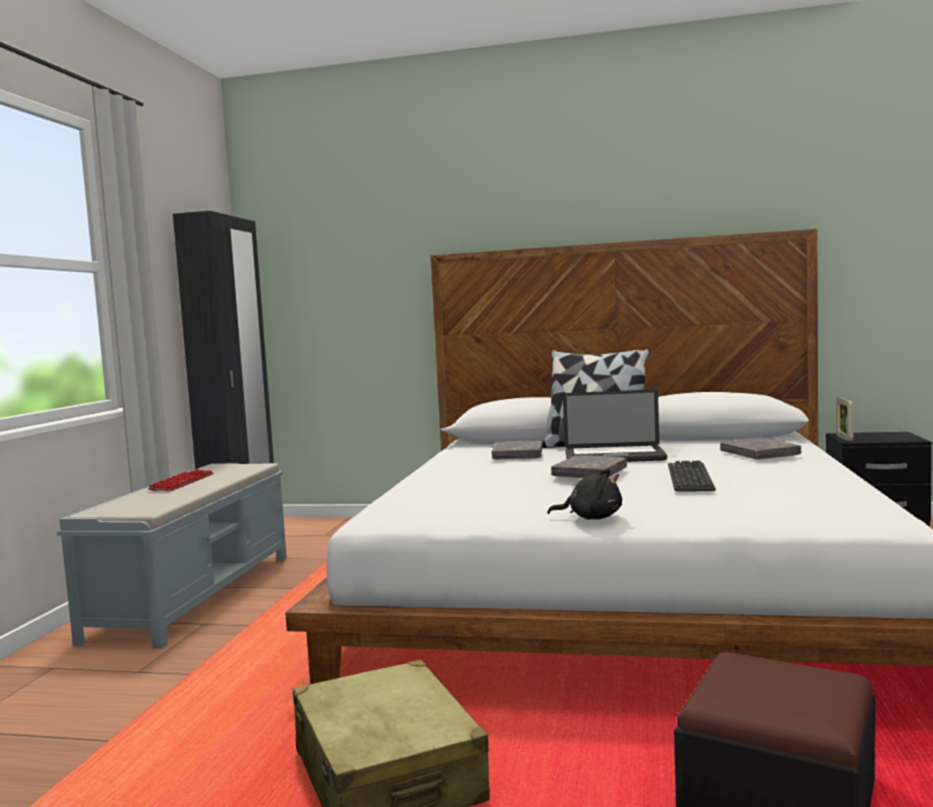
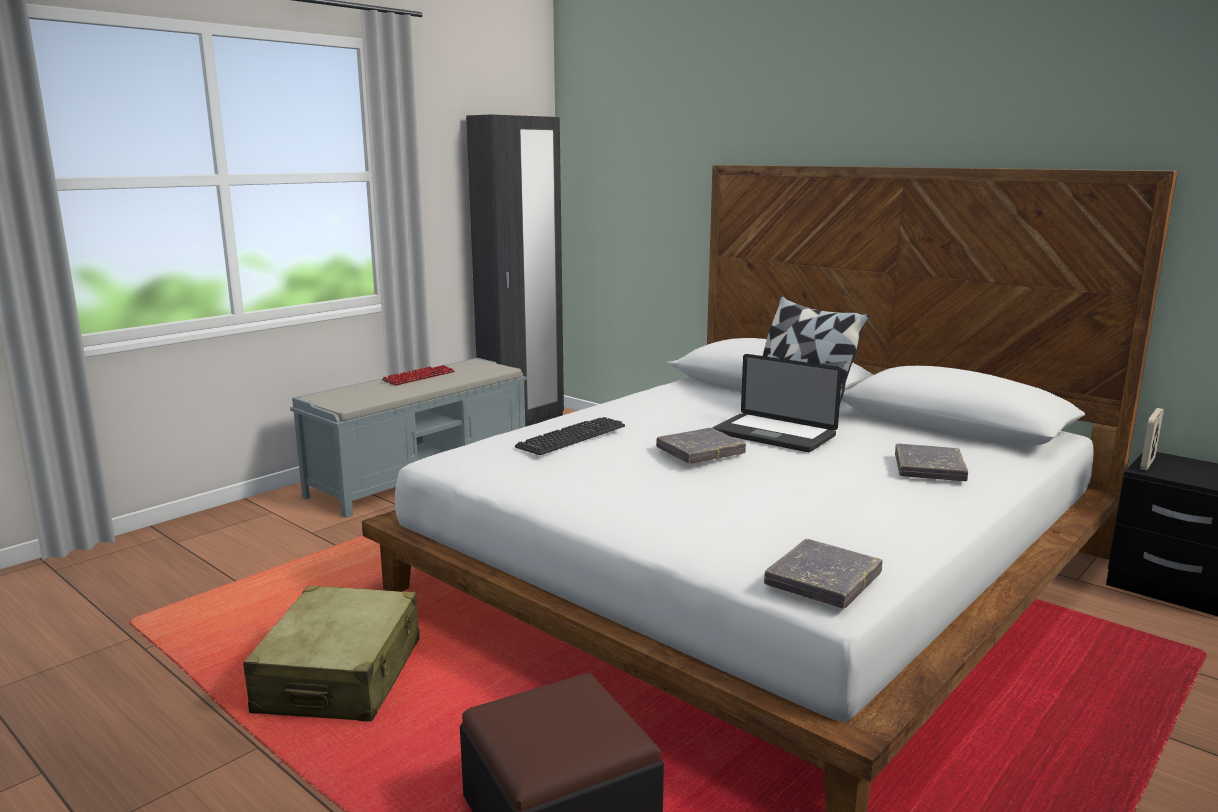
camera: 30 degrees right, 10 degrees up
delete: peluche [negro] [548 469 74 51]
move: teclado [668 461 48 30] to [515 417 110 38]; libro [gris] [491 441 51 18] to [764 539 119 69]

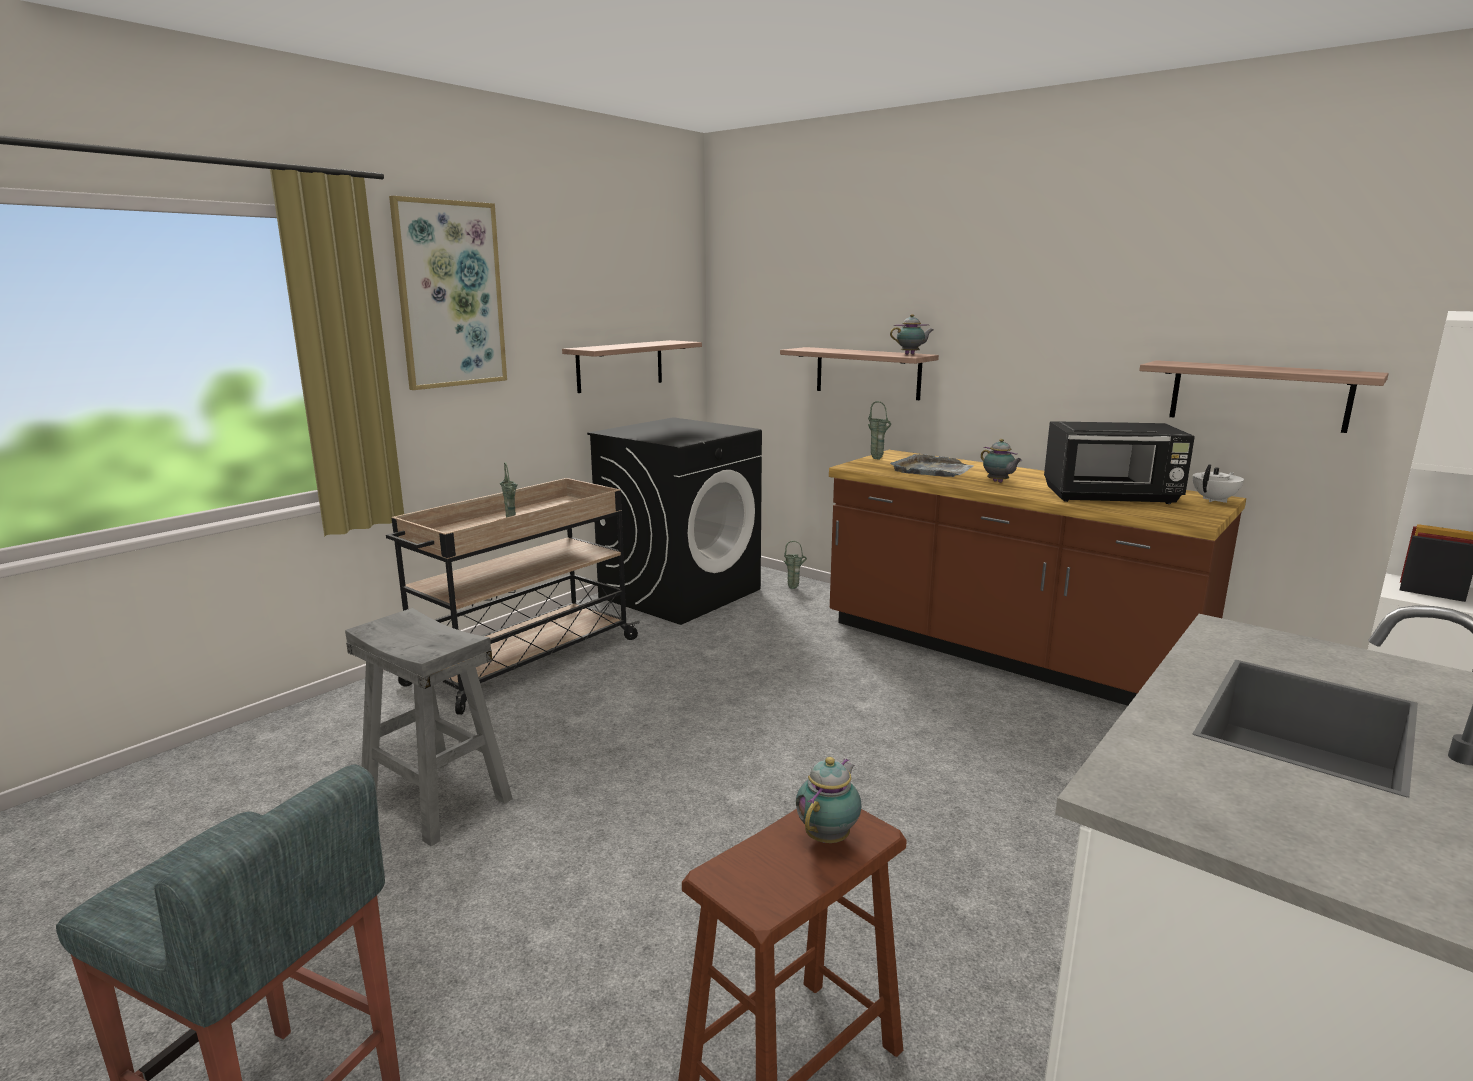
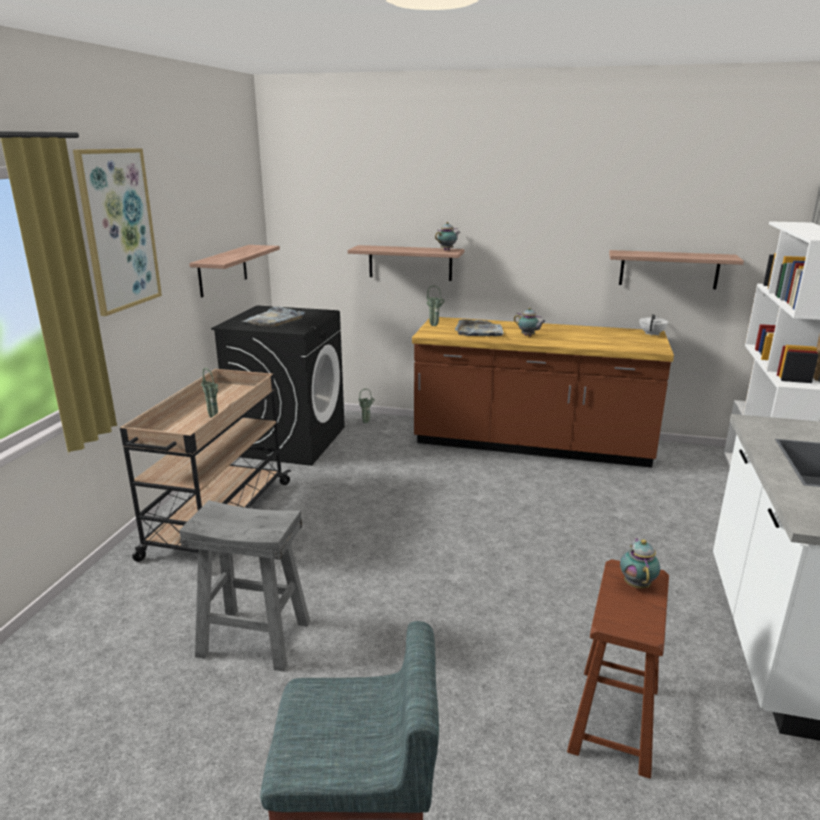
camera: 25 degrees left, 5 degrees up
delete: microondas [negro] [1044 421 151 83]
insert: bandeja [gris] [242 306 63 21]

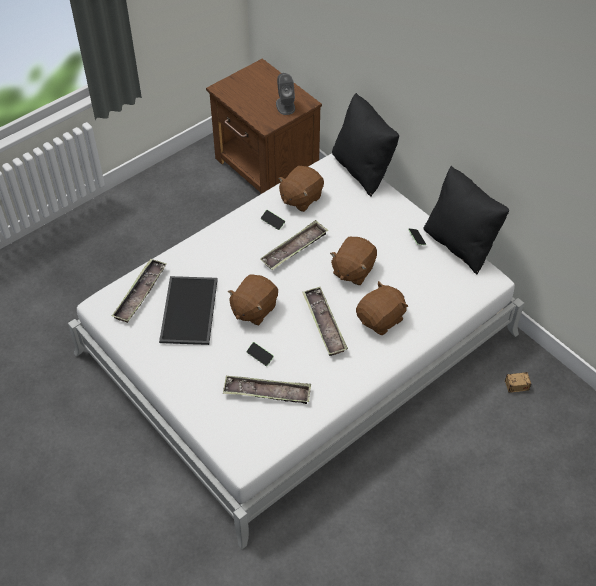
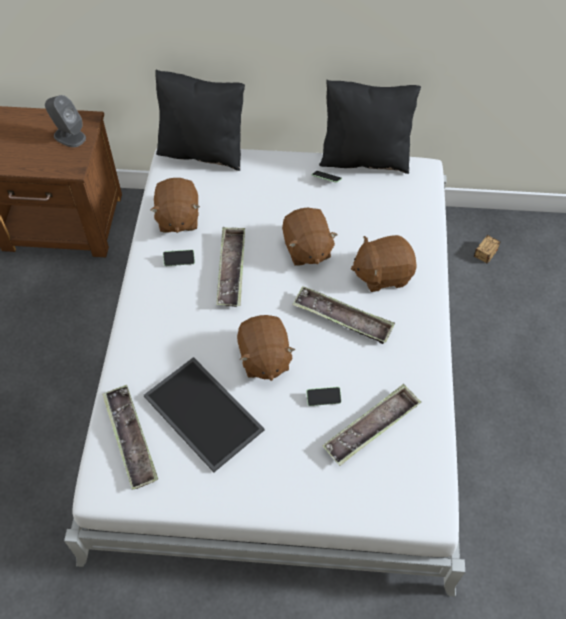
camera: 45 degrees left, 5 degrees up
rotate: peluche [marrón] [356 281 52 54] = [351 235 66 57] 105 degrees counterclockwise

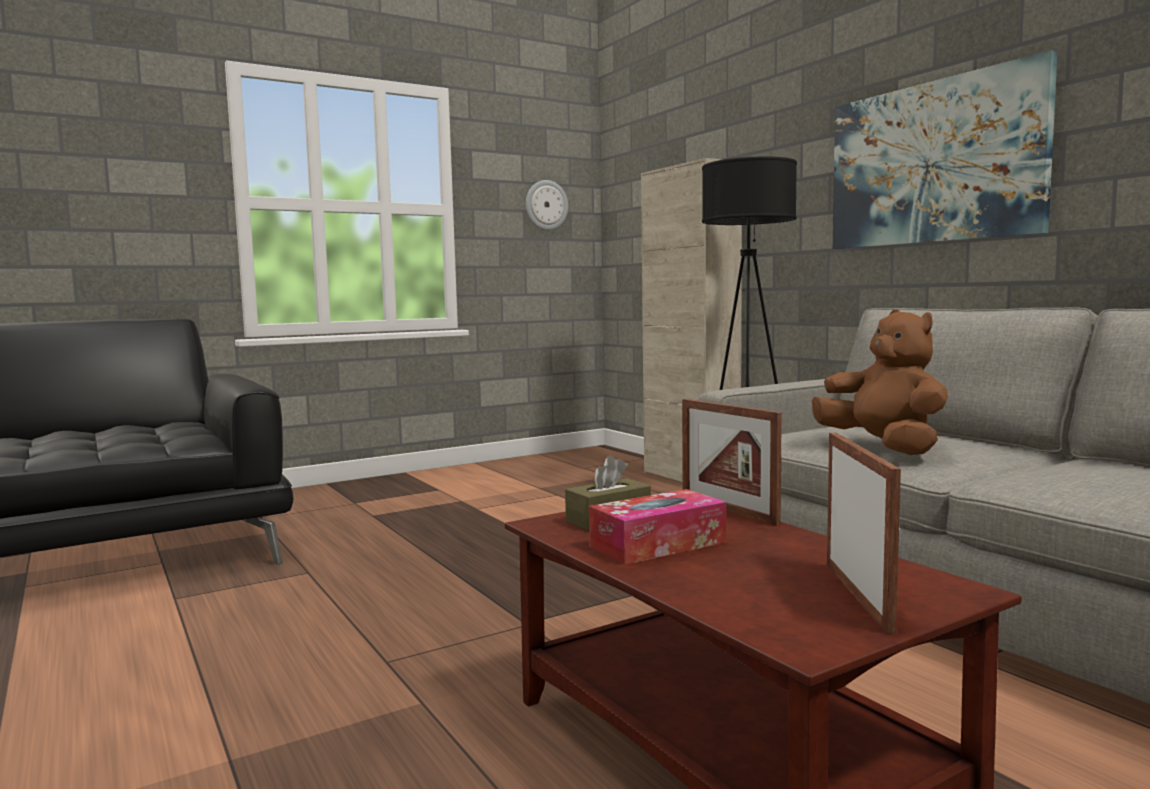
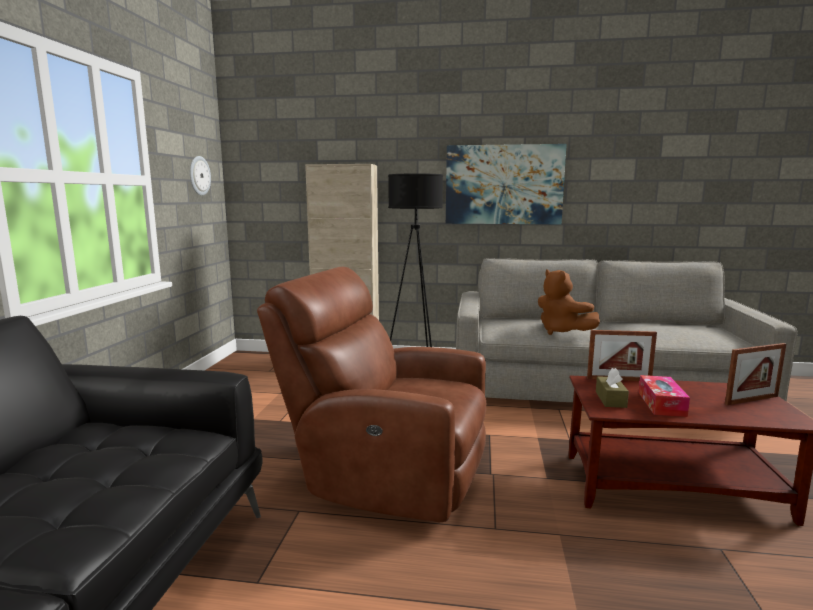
camera: 50 degrees left, 5 degrees up
insert: sillón [marrón] [257 267 229 256]
rotate: peluche [marrón] [812 309 136 146] = [538 269 62 66] 135 degrees counterclockwise; portarretratos [827 433 74 201] = [725 343 61 62] 120 degrees clockwise

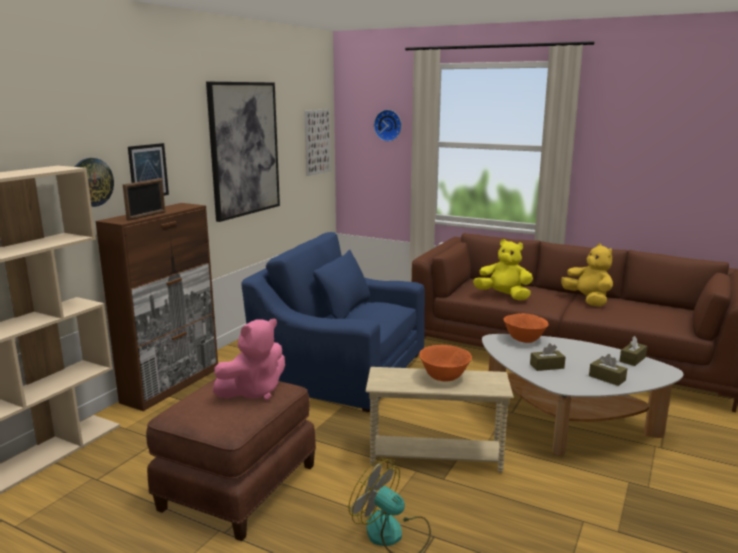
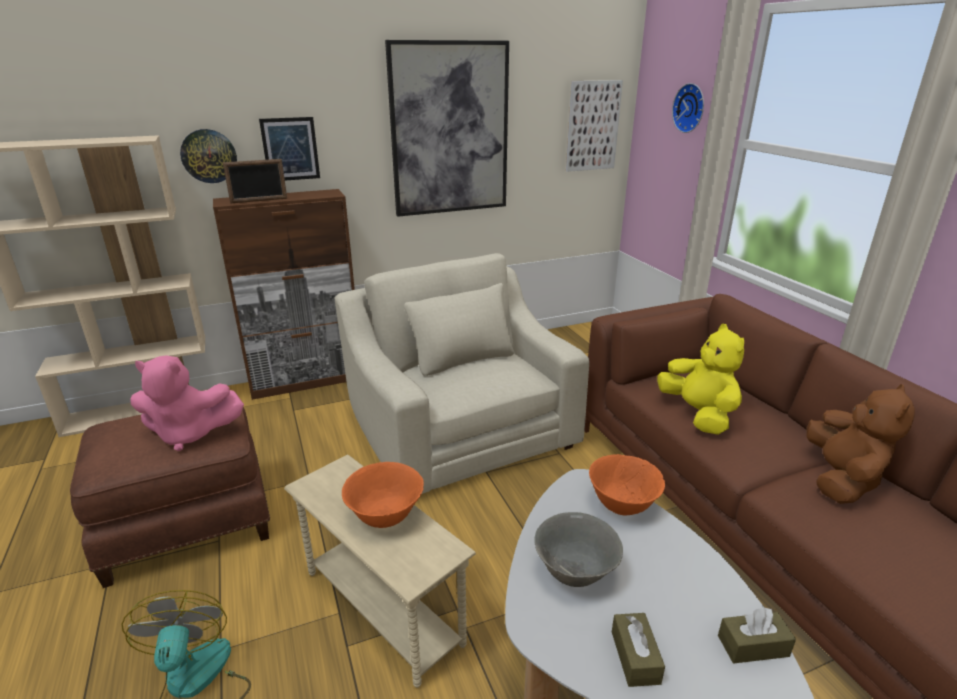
camera: 40 degrees right, 10 degrees up
replace: caja de pañuelos [marrón] [530 343 36 28] to cuenco [gris] [534 512 89 75]
recolor: sillón [azul] [241 232 184 180] to sillón [beis] [335 253 254 245]; peluche [amarillo] [561 243 52 64] to peluche [marrón] [807 384 108 120]

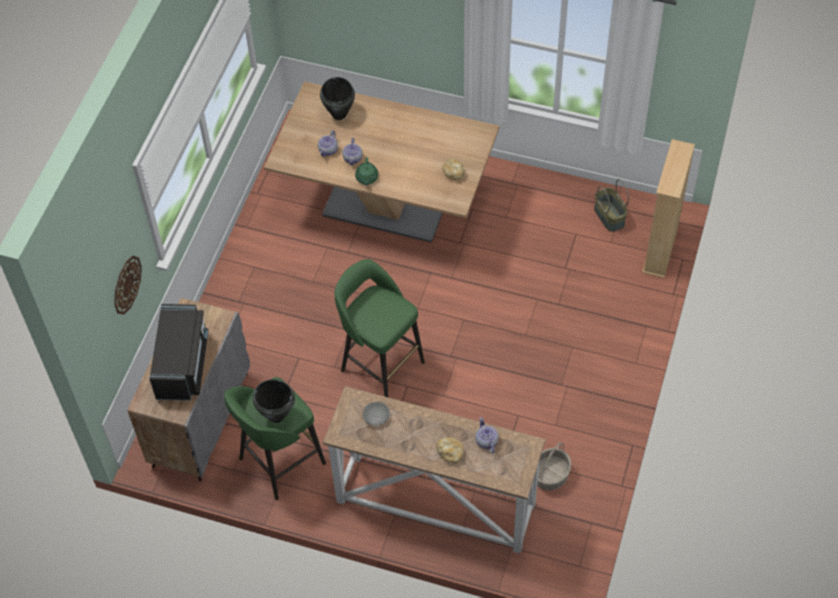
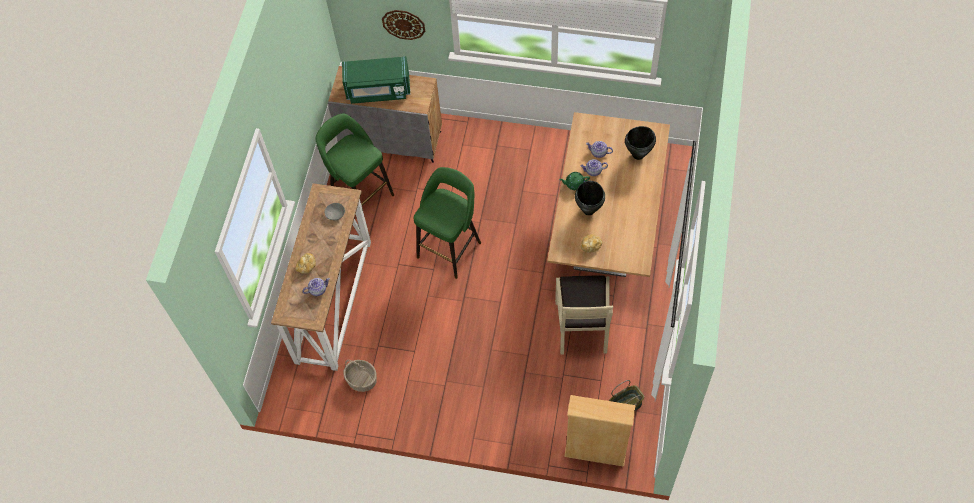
camera: 85 degrees right, 5 degrees up
insert: silla [beis] [555 276 58 79]
move: olla [negro] [253 379 42 44] to [575 181 30 34]
recolor: microondas [negro] [149 304 59 97] to microondas [verde] [342 56 68 48]

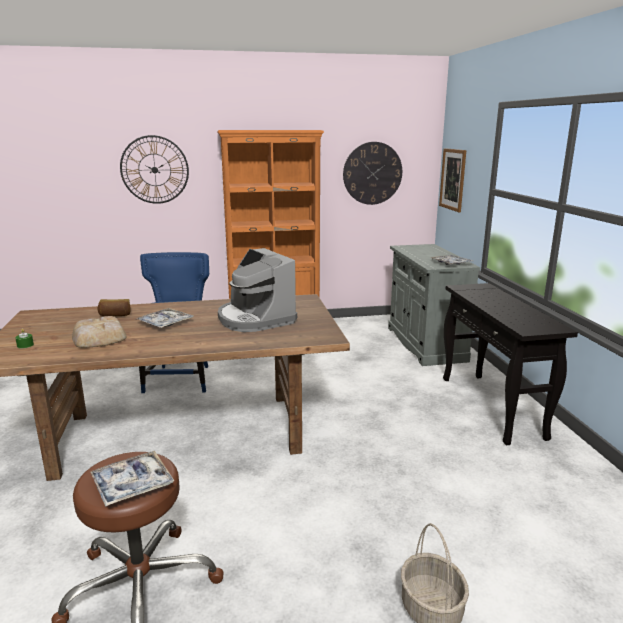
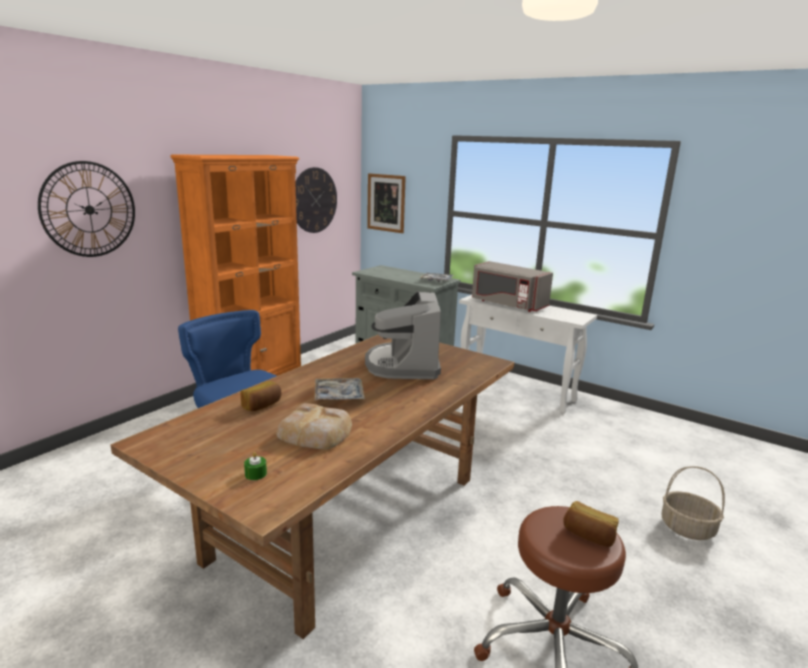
camera: 45 degrees left, 0 degrees up
insert: microondas [gris] [472 261 81 51]
replace: bandeja [90 451 84 56] to pan [563 501 56 46]
recolor: mesa consola [negro] [443 283 135 162] to mesa consola [blanco] [459 295 138 119]
rotate: cafetera [218 248 79 84] = [365 291 76 88] 75 degrees clockwise

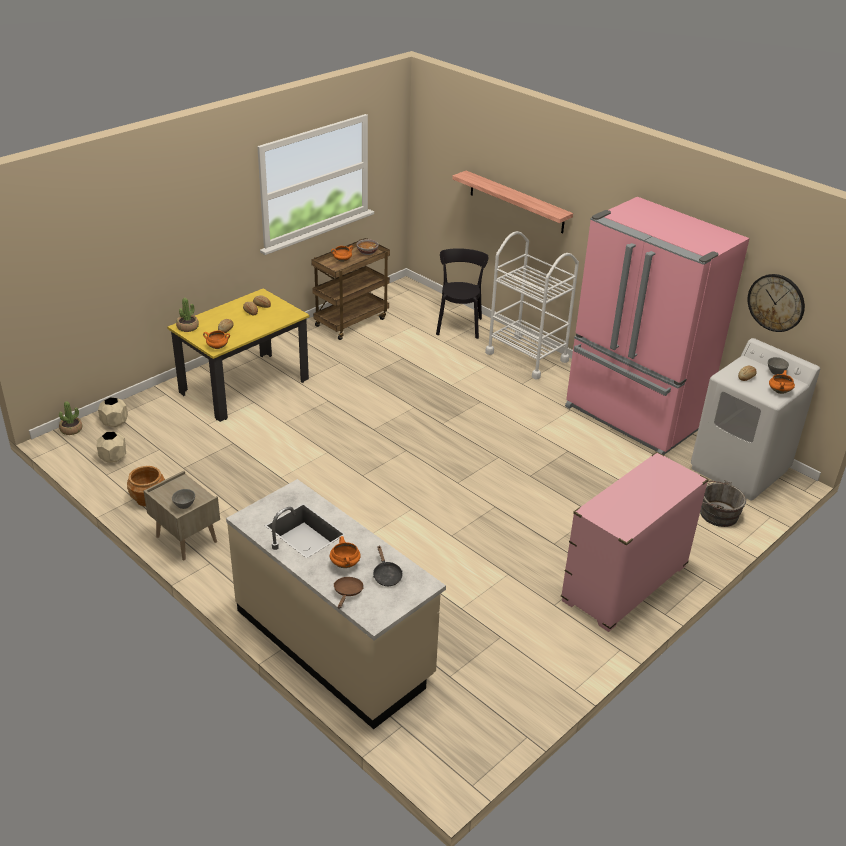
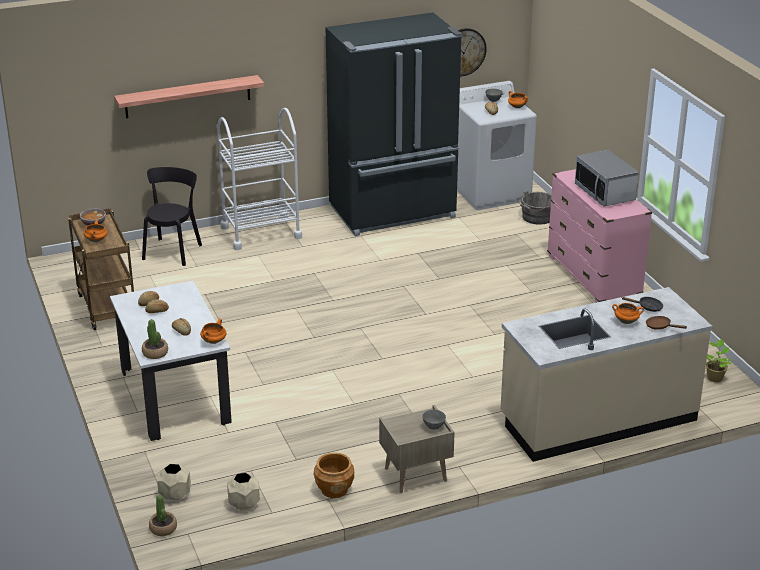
camera: 65 degrees left, 5 degrees down
insert: microondas [575 150 64 57]; planta en maceta [706 339 25 43]
recolor: mesa de comedor [amarillo] [167 289 142 133] to mesa de comedor [blanco] [110 280 122 161]; nevera [rosa] [565 197 185 258] to nevera [negro] [325 13 137 223]
rotate: silla [negro] [436 248 52 91] = [142 167 60 99] 75 degrees clockwise

